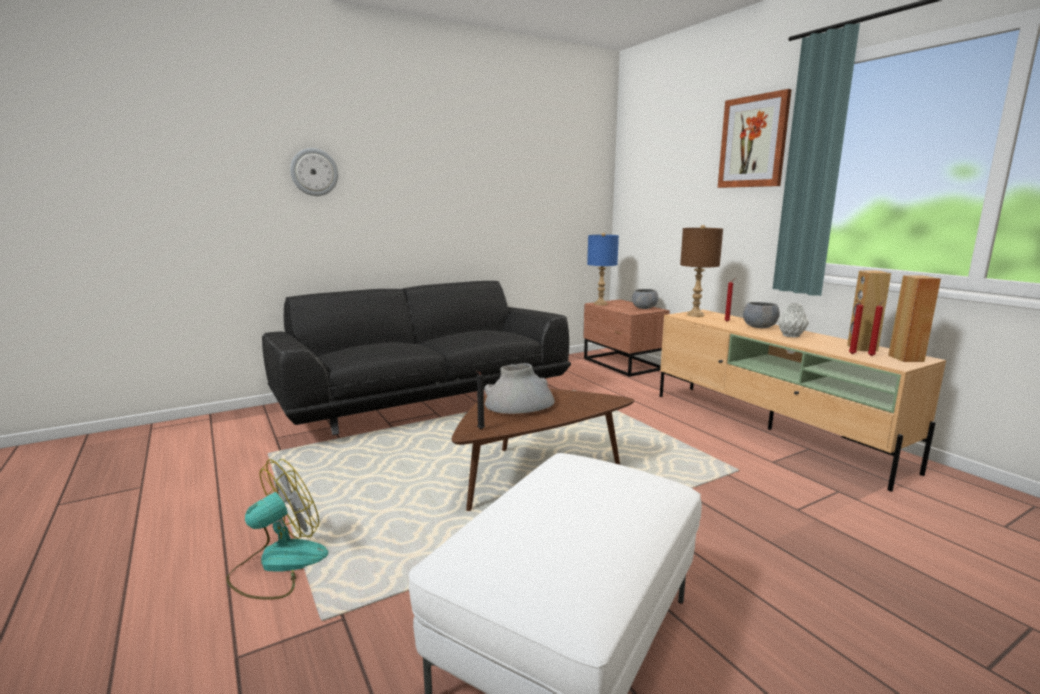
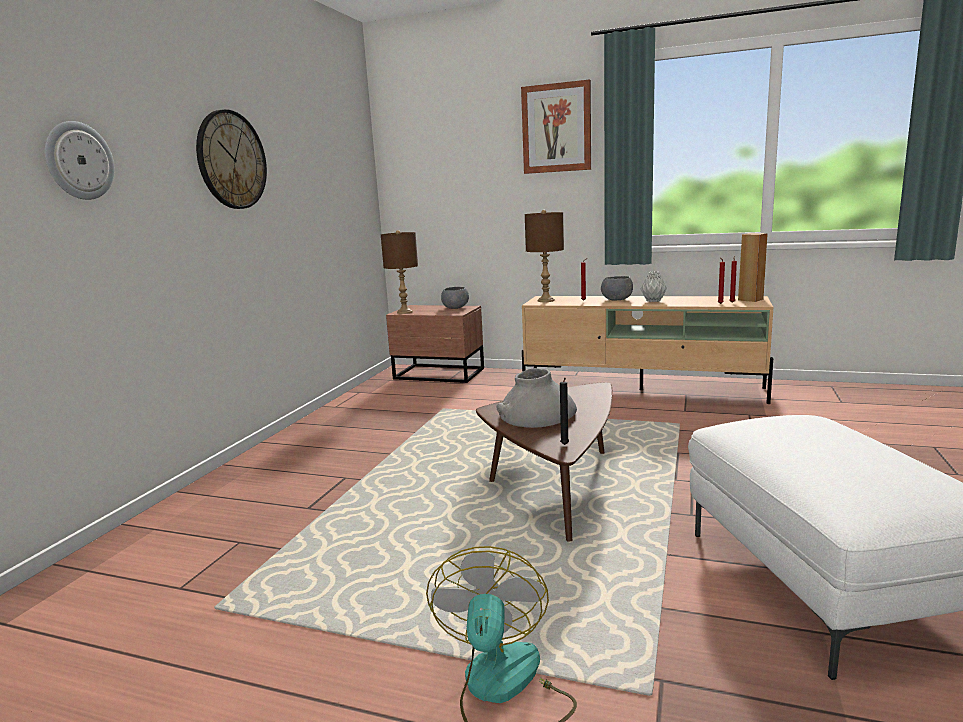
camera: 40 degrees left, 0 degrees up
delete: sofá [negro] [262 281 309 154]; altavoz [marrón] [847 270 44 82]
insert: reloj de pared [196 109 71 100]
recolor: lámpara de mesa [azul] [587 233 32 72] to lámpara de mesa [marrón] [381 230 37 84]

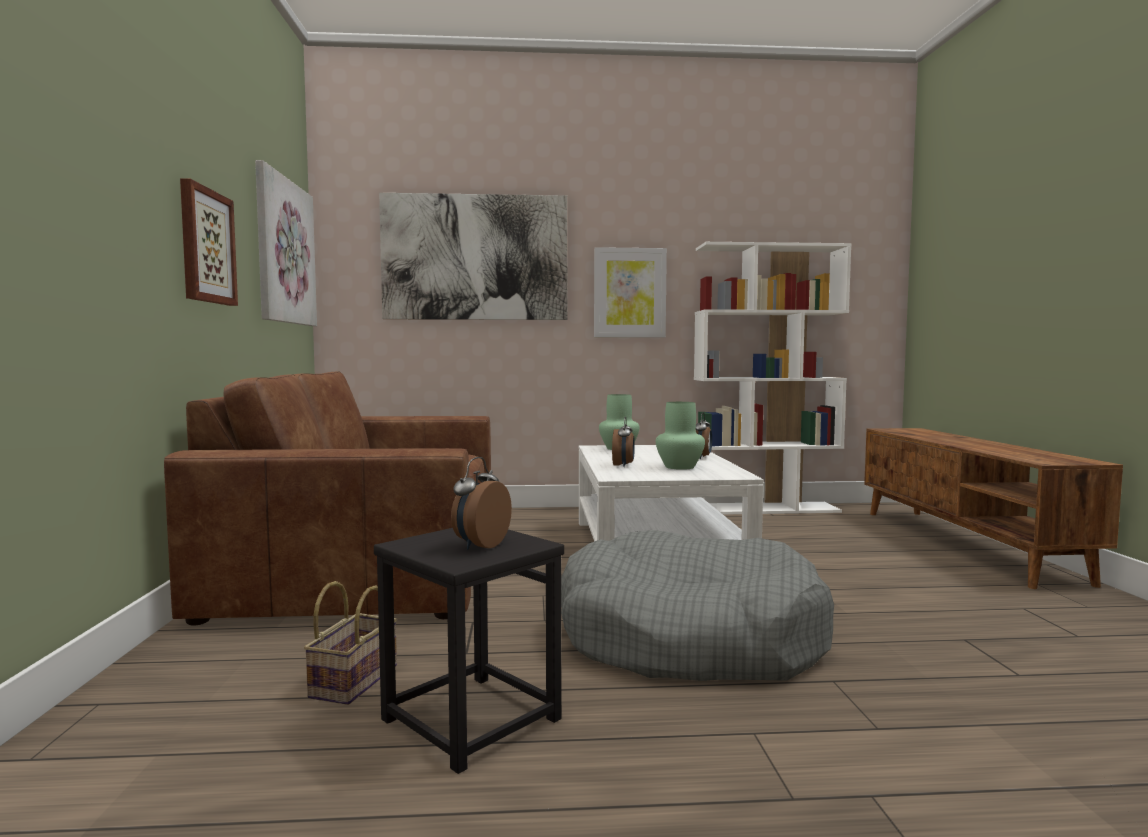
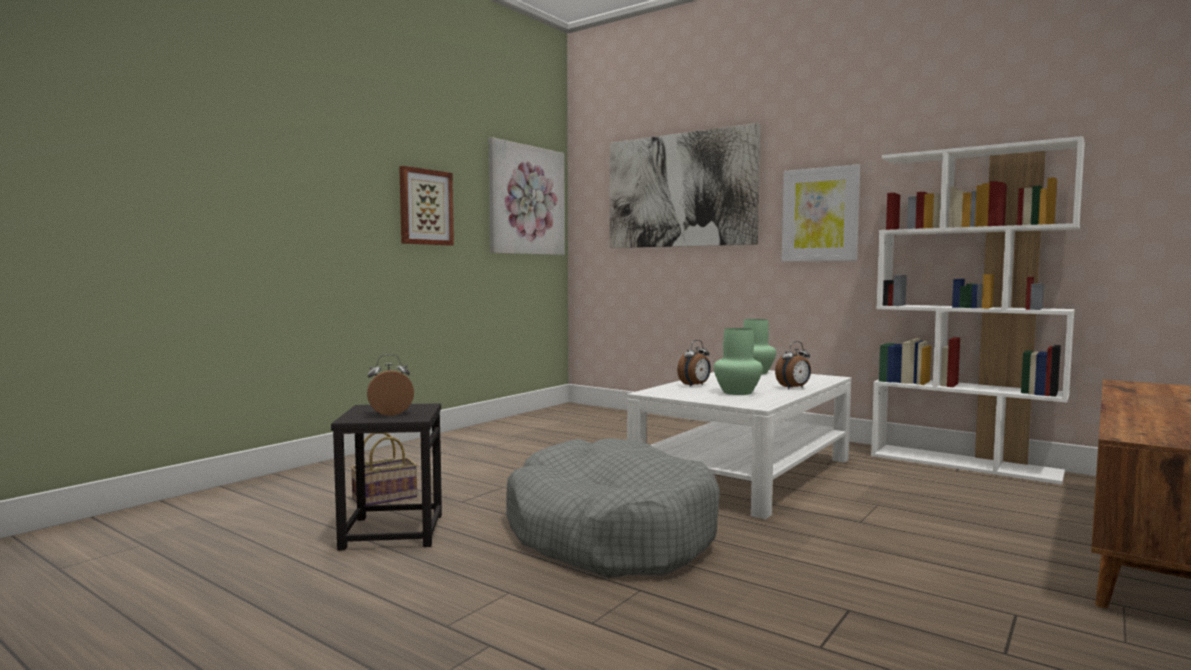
camera: 40 degrees right, 0 degrees up
delete: sofá [marrón] [164 372 327 254]

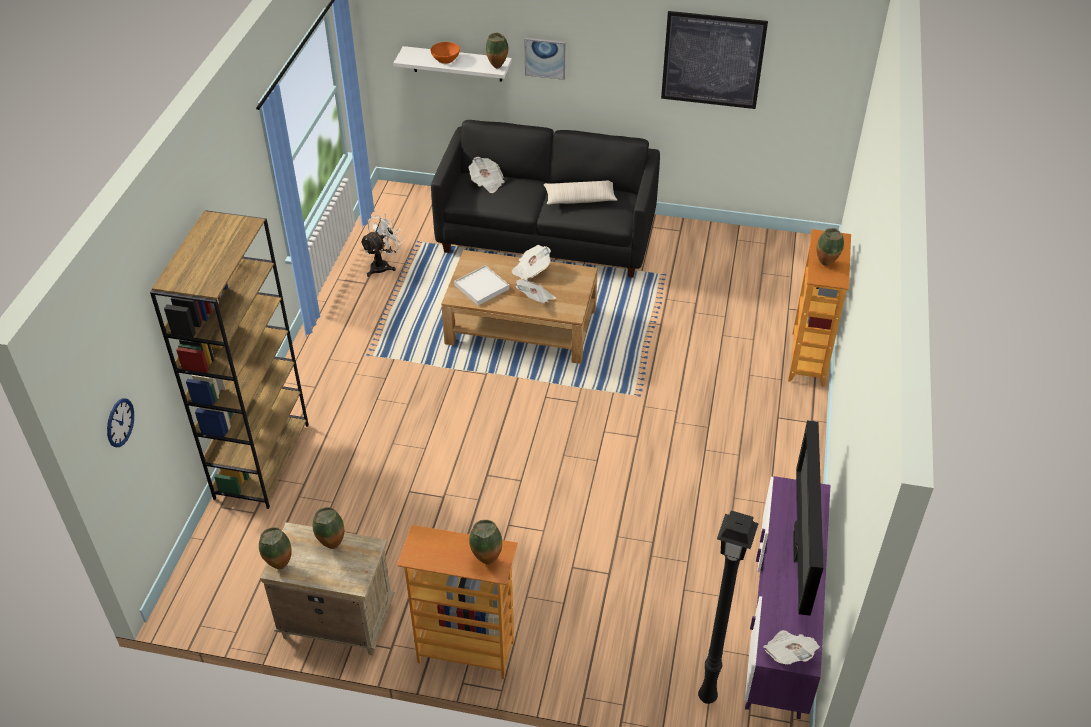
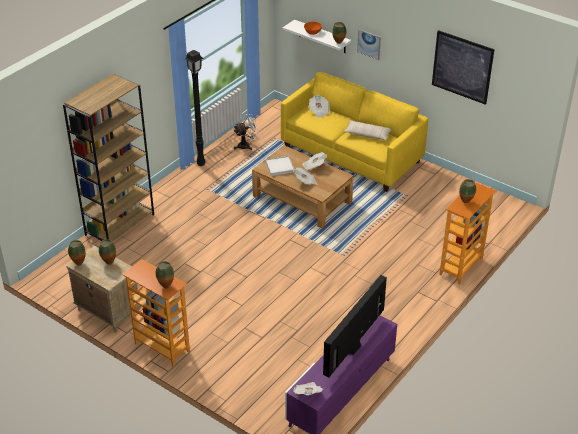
camera: 25 degrees right, 5 degrees down
delete: reloj de pared [107 398 27 49]
move: lámpara de pie [negro] [698 511 61 193] to [185 50 20 116]
recolor: sofá [negro] [431 120 229 158] to sofá [amarillo] [281 72 147 120]

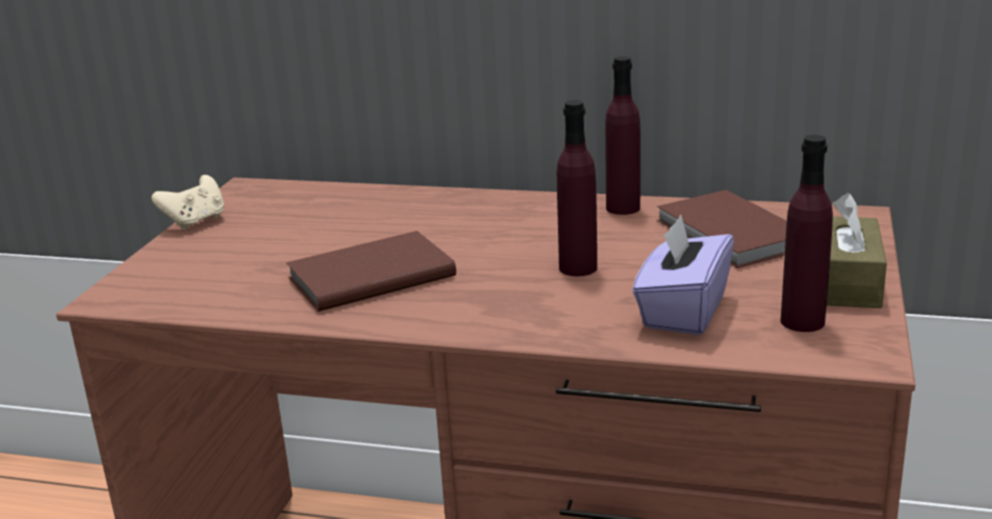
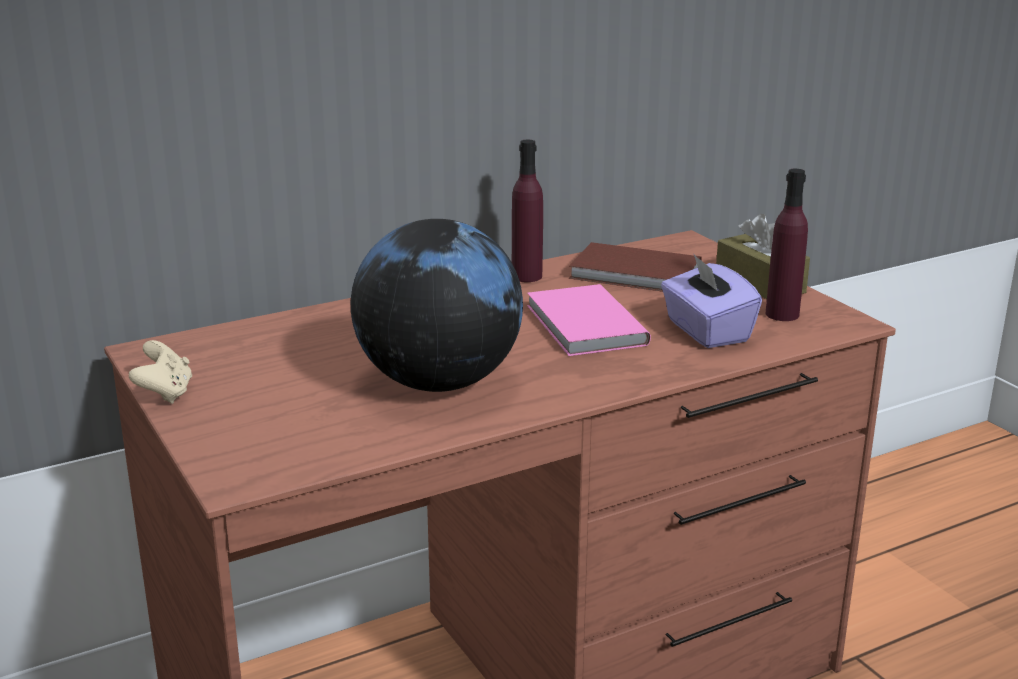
camera: 45 degrees left, 0 degrees up
replace: libro [marrón] [286 231 170 81] to globo terráqueo [351 219 172 173]; botella [morado] [557 100 40 176] to libro [rosa] [527 284 124 72]

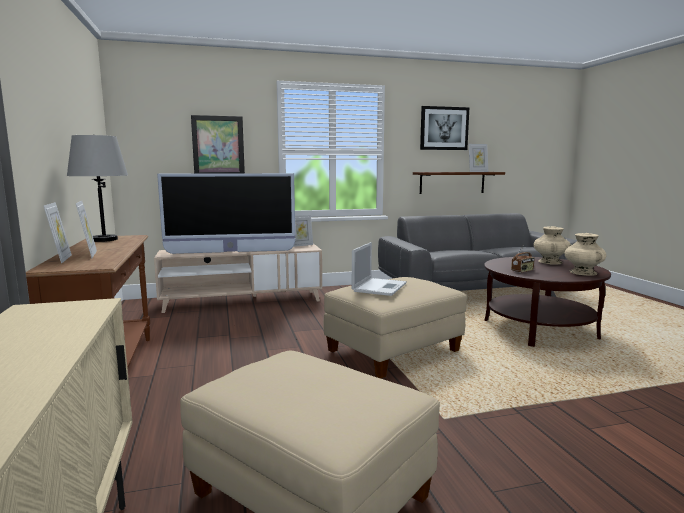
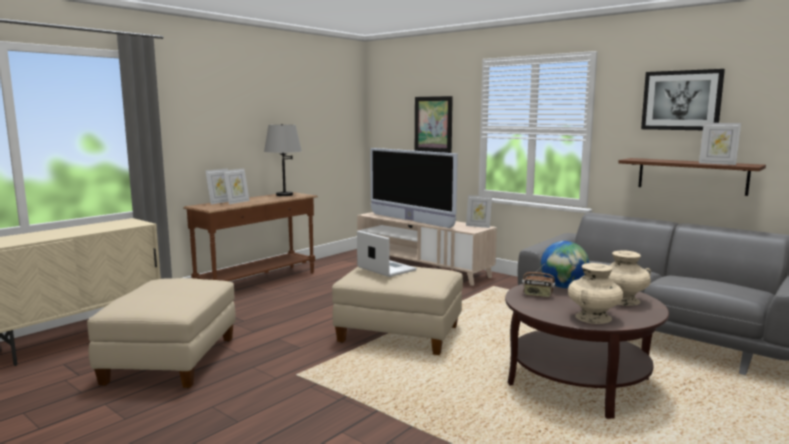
camera: 55 degrees right, 0 degrees up
insert: globo terráqueo [541 241 48 47]
rotate: portátil [352 242 55 54] = [357 230 60 47] 120 degrees counterclockwise

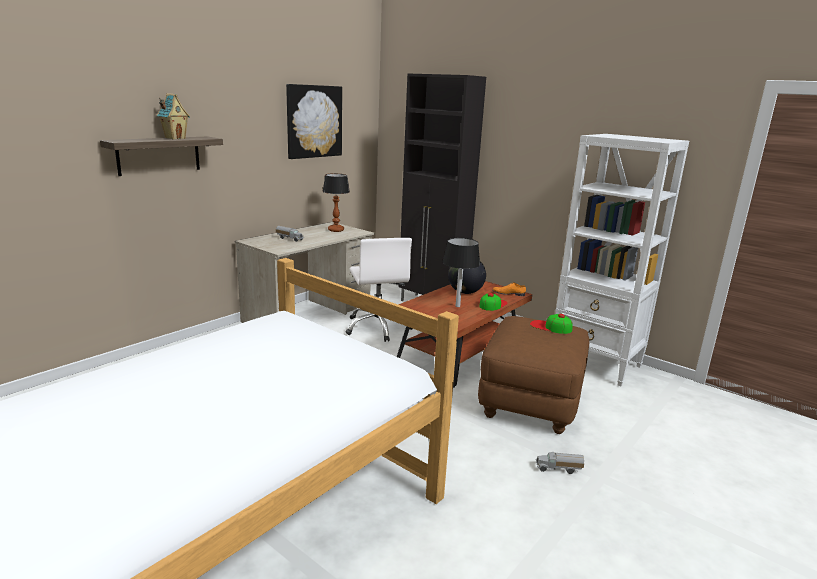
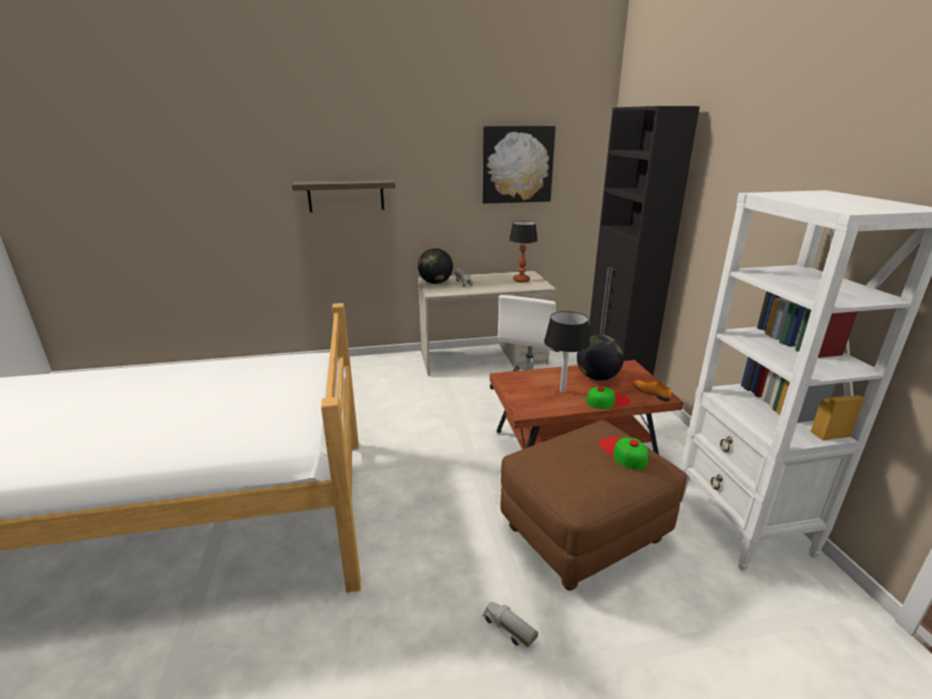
camera: 40 degrees right, 5 degrees up
delete: casita [157 93 33 46]
insert: globo terráqueo [418 248 35 36]

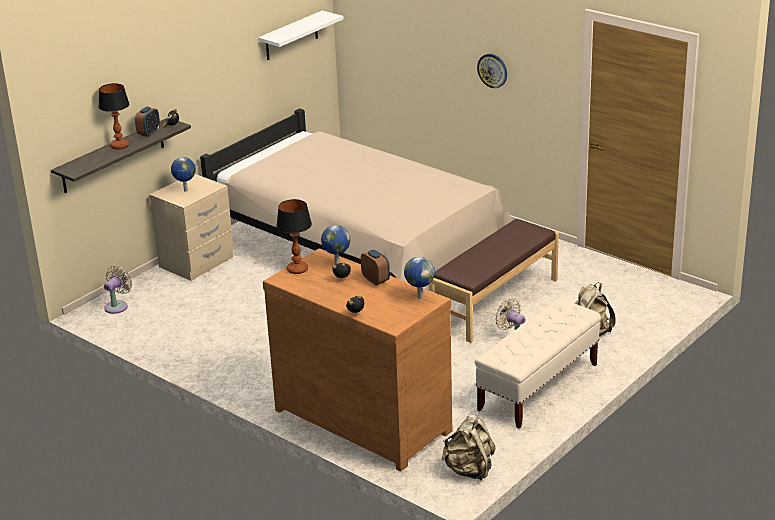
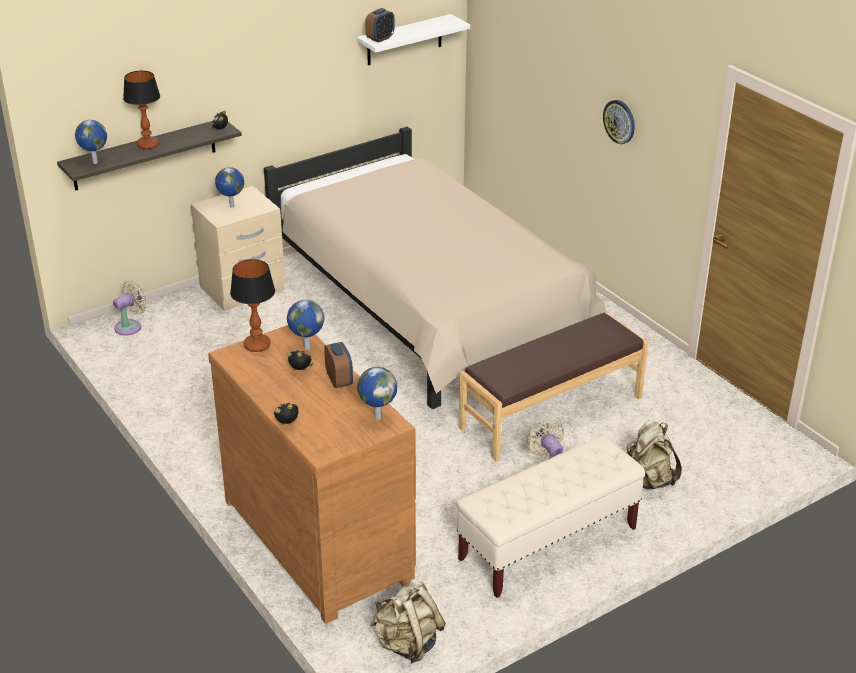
camera: 15 degrees right, 5 degrees up
insert: globo terráqueo [75 120 32 44]
move: despertador [135 107 25 30] to [366 8 29 35]

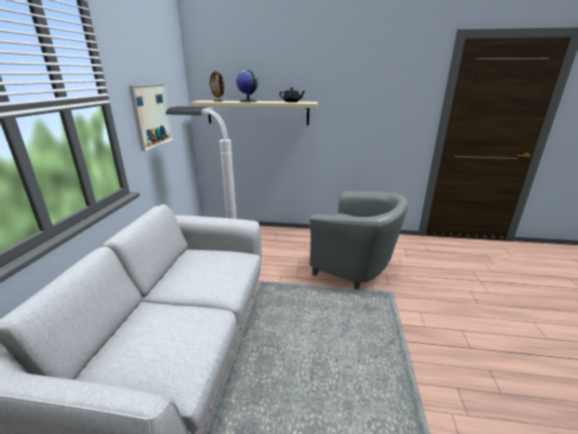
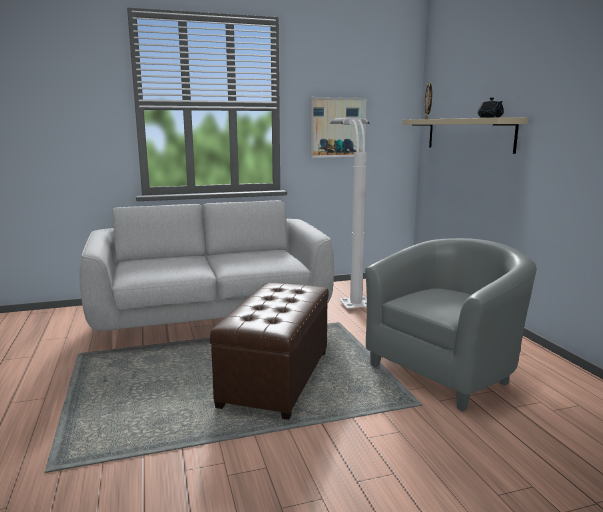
camera: 65 degrees right, 10 degrees down
delete: globo terráqueo [236 70 22 32]
insert: puf [marrón] [210 283 119 137]
rotate: sillón [gris] [310 191 99 98] = [365 238 172 173] 135 degrees counterclockwise

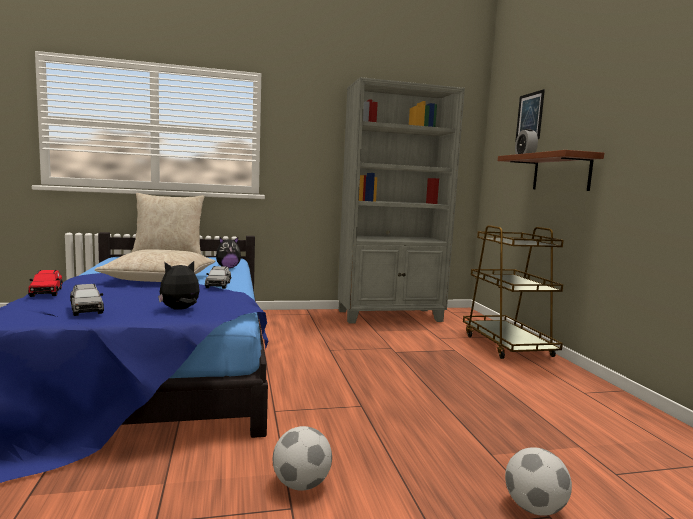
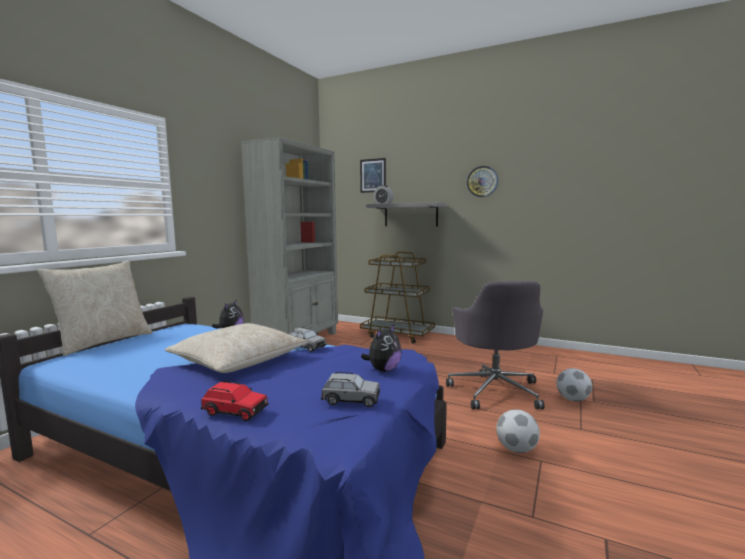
camera: 50 degrees left, 0 degrees up
insert: silla de oficina [gris] [446 281 99 128]; reloj de pared [467 166 31 31]
recolor: estante [marrón] [498 150 106 41] to estante [gris] [367 202 80 24]
rotate: peluche [158 261 42 49] = [361 325 41 47] 150 degrees counterclockwise

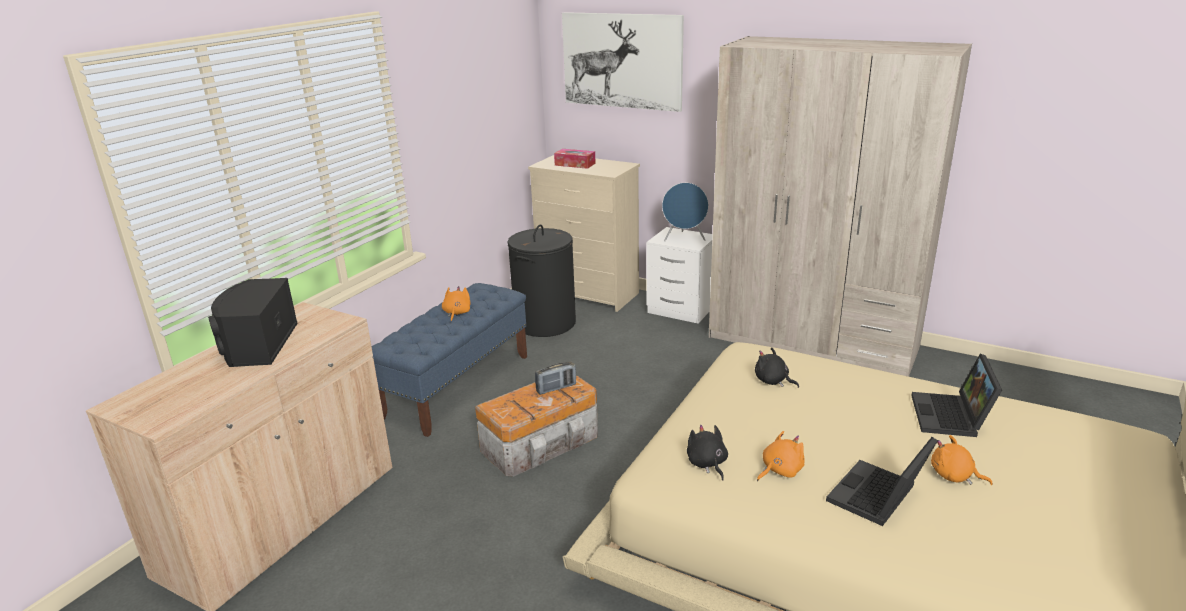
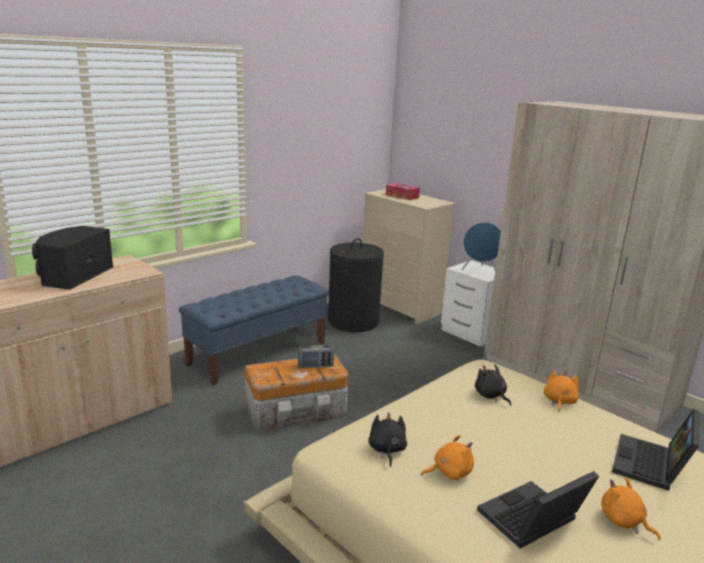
camera: 15 degrees right, 5 degrees down
delete: cuadro [562 12 122 100]
move: peluche [naranja] [442 286 29 36] to [544 370 35 43]

